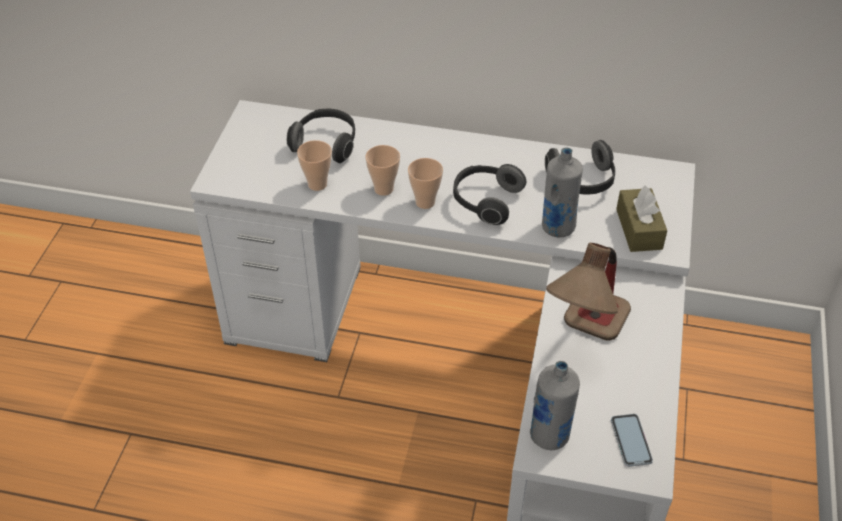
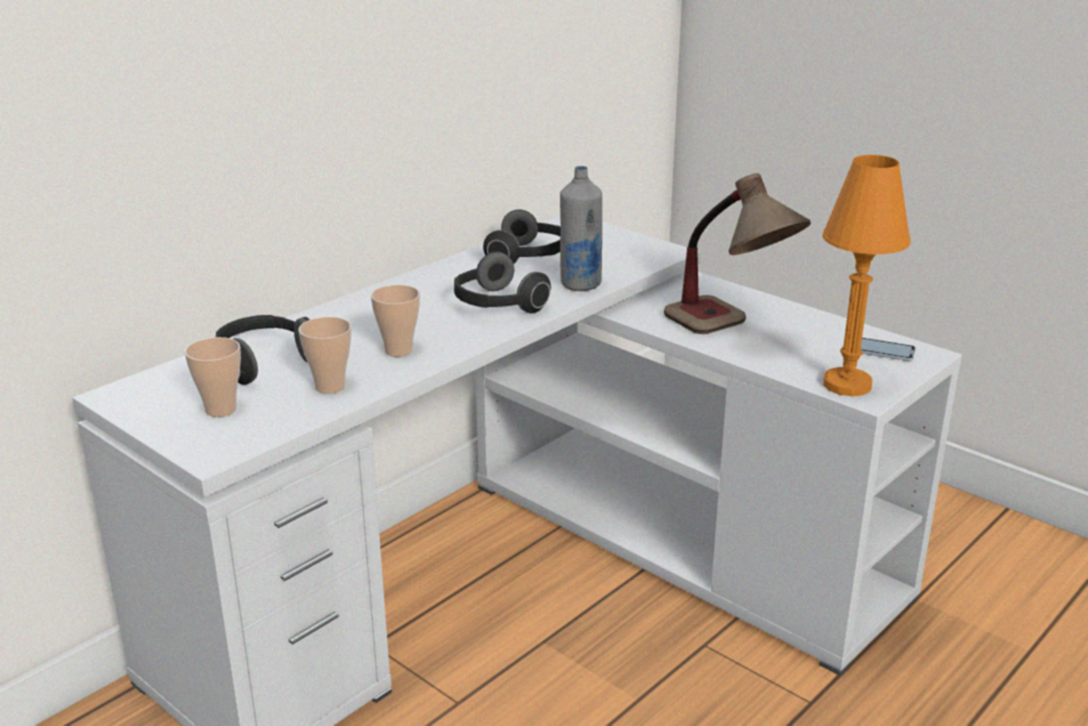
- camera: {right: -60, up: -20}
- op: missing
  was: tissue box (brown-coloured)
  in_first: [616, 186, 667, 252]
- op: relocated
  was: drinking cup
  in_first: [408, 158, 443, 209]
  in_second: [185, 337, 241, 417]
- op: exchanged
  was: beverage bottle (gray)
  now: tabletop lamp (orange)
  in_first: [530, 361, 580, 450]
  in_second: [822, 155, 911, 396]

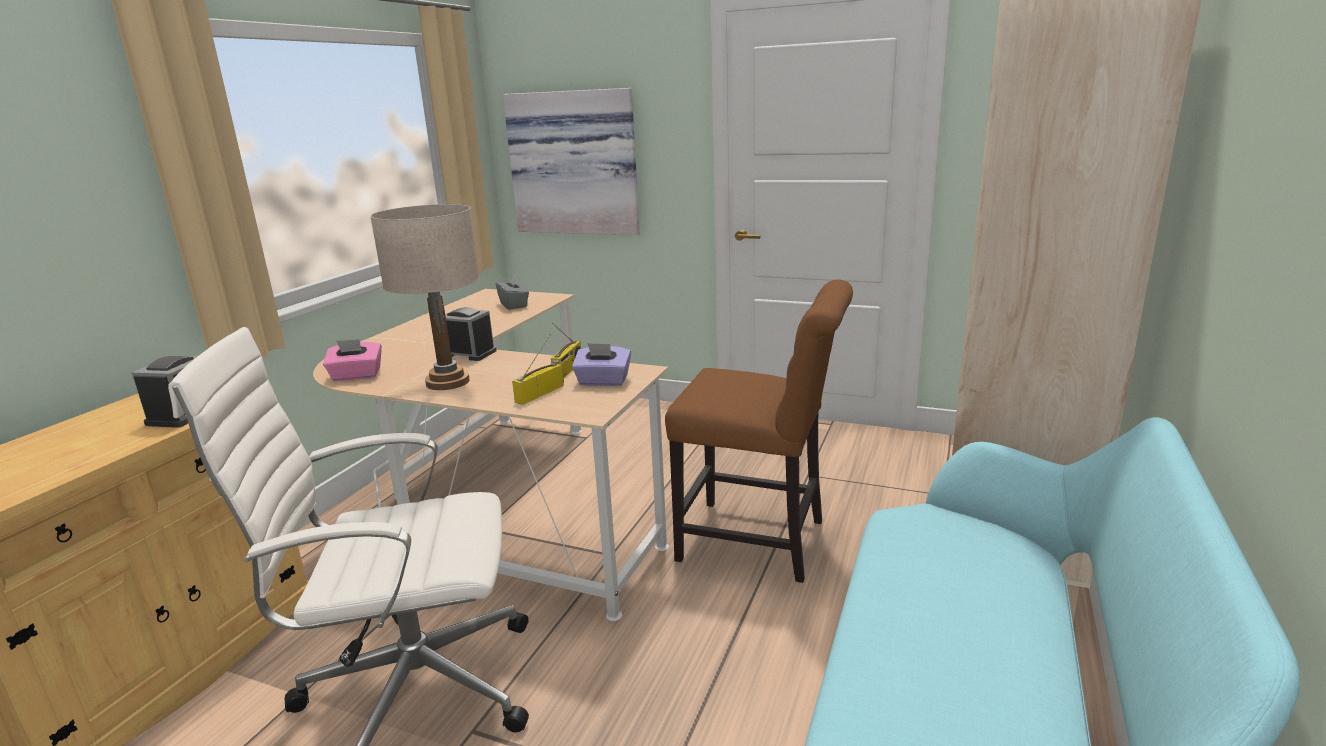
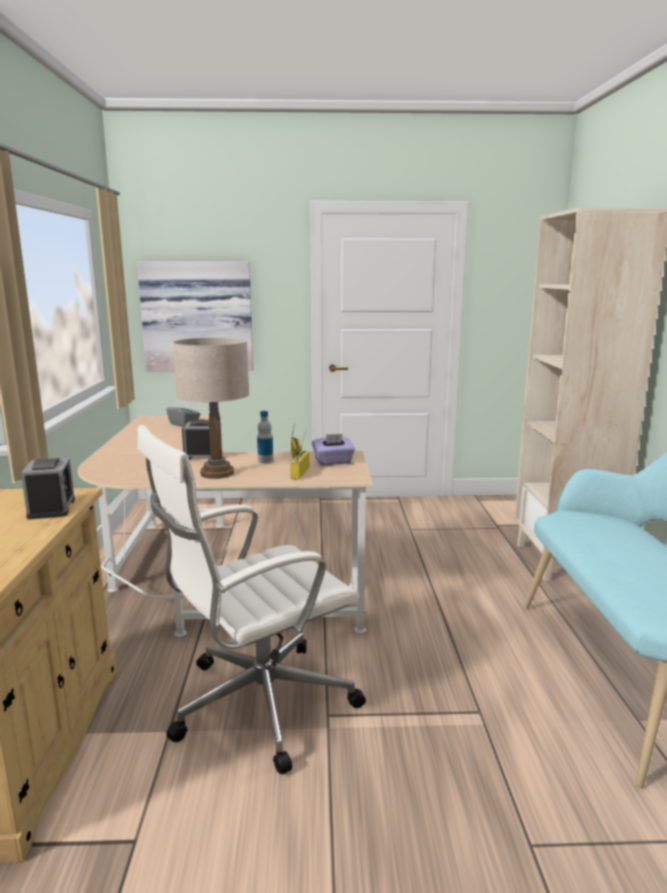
- camera: {right: -25, up: -5}
- op: missing
  was: tissue box (pinkish)
  in_first: [323, 339, 382, 381]
- op: missing
  was: chair (brown-coloured)
  in_first: [665, 279, 853, 583]
- op: appeared
  now: beverage bottle
  in_second: [257, 411, 273, 463]

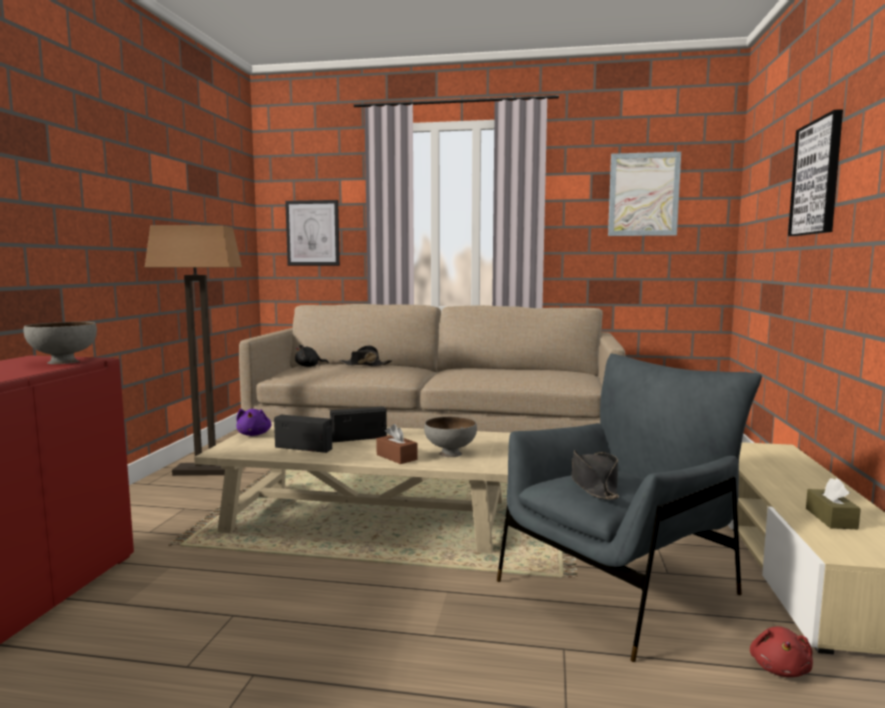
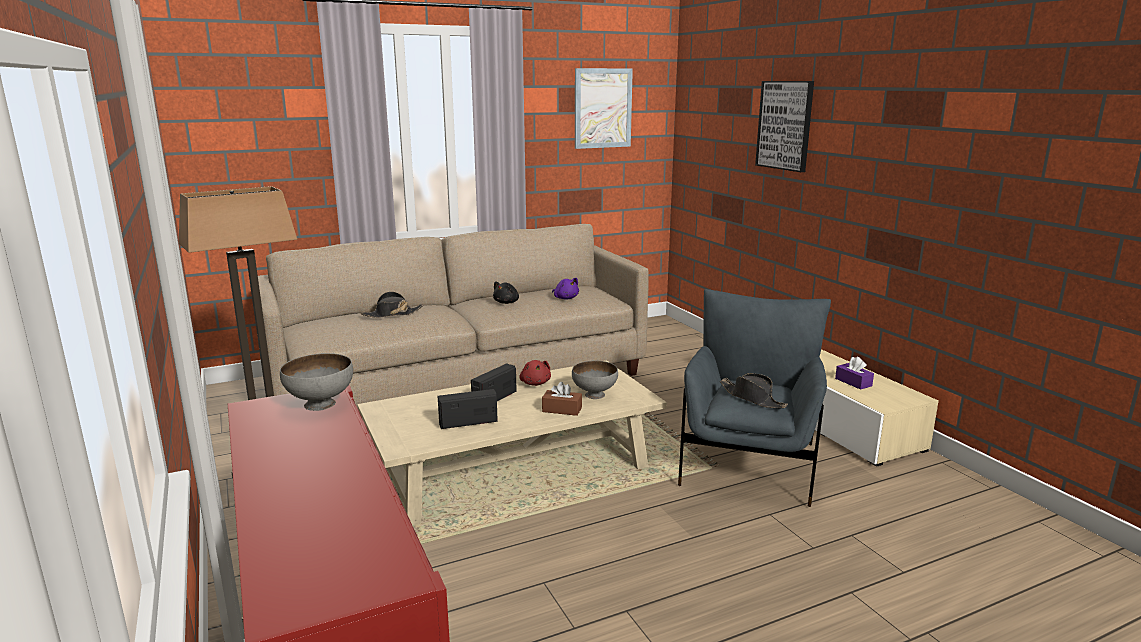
- camera: {right: -35, up: 10}
- op: missing
  was: wall picture
  in_first: [285, 200, 340, 266]
- op: relocated
  was: cuddly toy (purplish)
  in_first: [236, 409, 271, 436]
  in_second: [552, 278, 579, 300]
- op: relocated
  was: cuddly toy (black-coloured)
  in_first: [295, 345, 329, 367]
  in_second: [493, 281, 519, 304]
- op: relocated
  was: cuddly toy (red)
  in_first: [750, 626, 813, 677]
  in_second: [520, 360, 551, 386]
- op: colour
  was: tissue box (brown-coloured)
  now: tissue box (purplish)
  in_first: [806, 478, 861, 529]
  in_second: [835, 356, 874, 390]

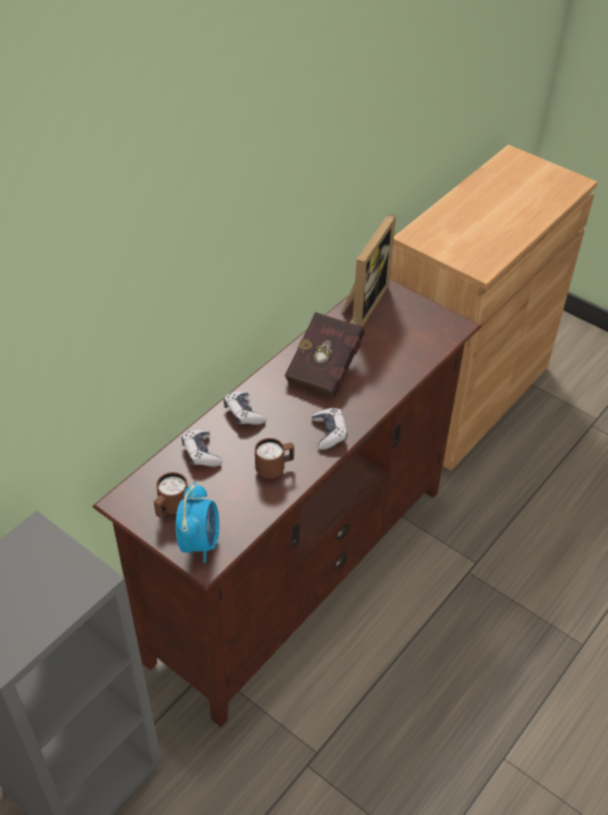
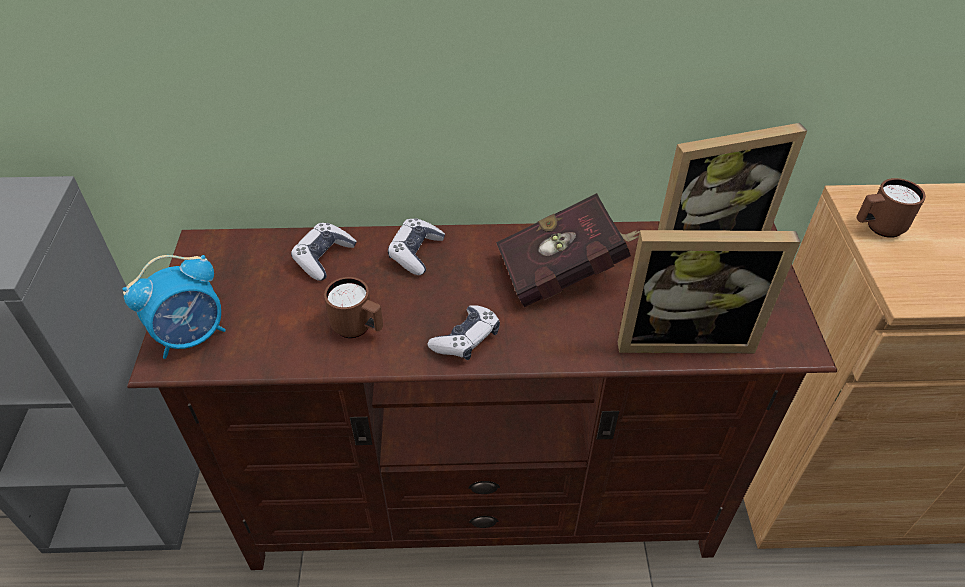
- camera: {right: 50, up: 0}
- op: appeared
  now: standing frame
  in_second: [618, 230, 801, 353]
- op: relocated
  was: mug (brown-coloured)
  in_first: [154, 472, 188, 518]
  in_second: [857, 178, 926, 238]

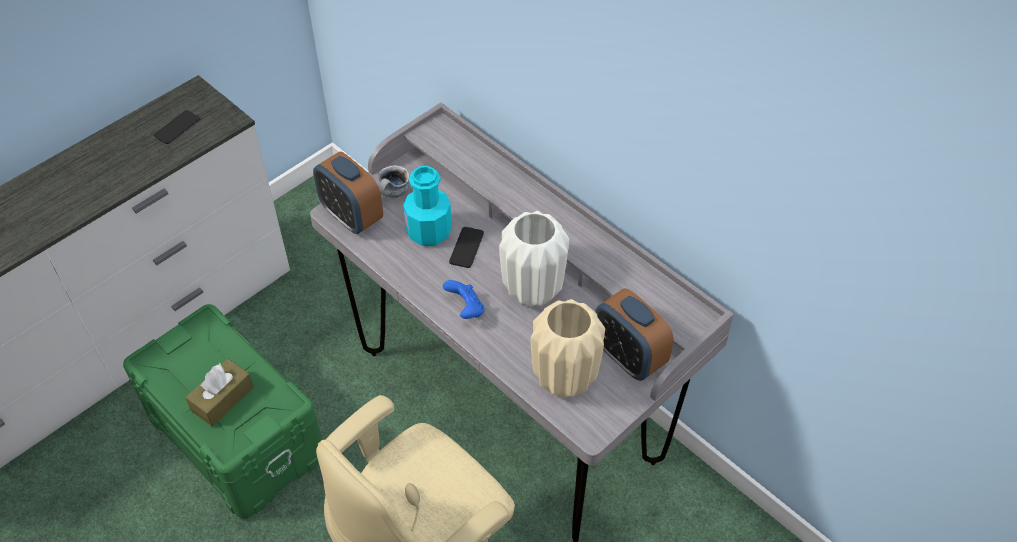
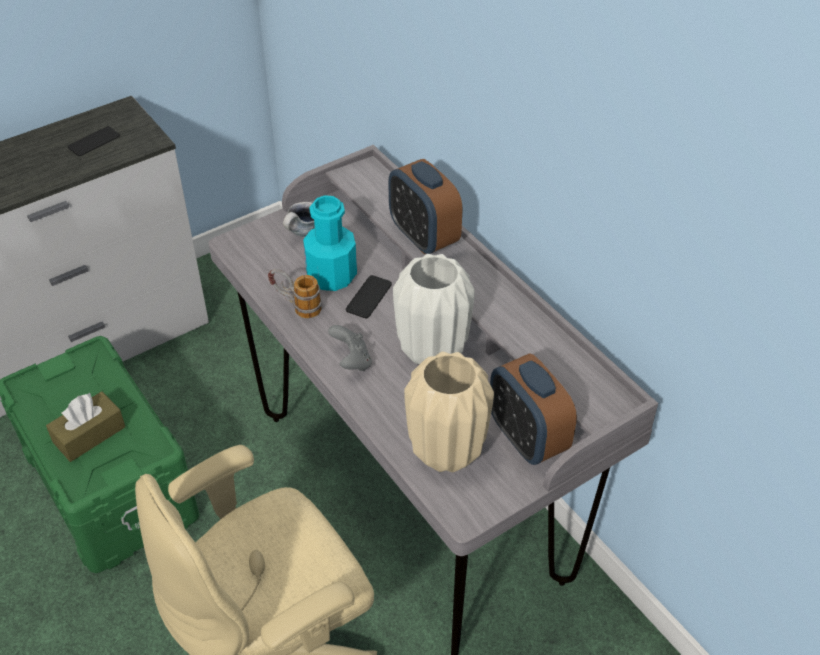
- camera: {right: 10, up: -5}
- op: appeared
  now: mug
  in_second: [268, 269, 322, 318]
- op: relocated
  was: bedside clock
  in_first: [313, 152, 383, 234]
  in_second: [388, 159, 462, 255]
- op: colour
  was: gamepad (blue-coloured)
  now: gamepad (gray)
  in_first: [443, 280, 485, 319]
  in_second: [328, 325, 372, 371]

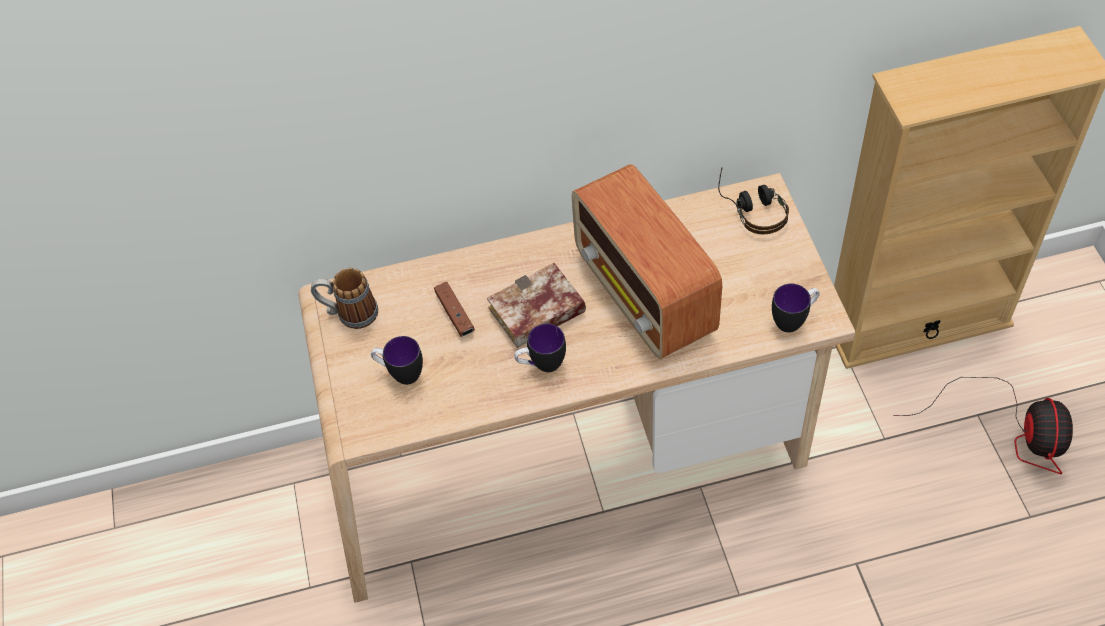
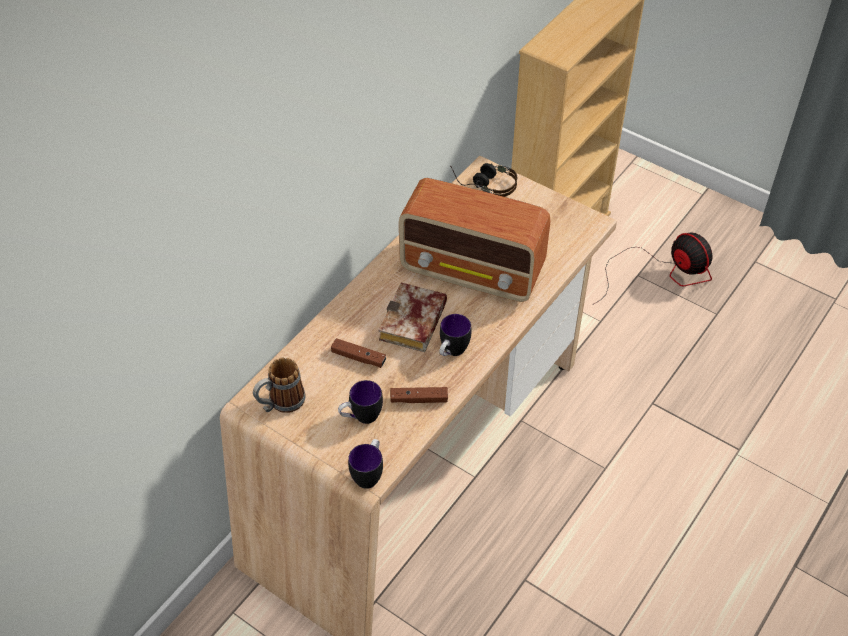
- camera: {right: -45, up: -5}
- op: appeared
  now: gamepad (brown-coloured)
  in_second: [390, 387, 448, 403]
- op: relocated
  was: mug
  in_first: [772, 284, 820, 333]
  in_second: [348, 439, 383, 489]

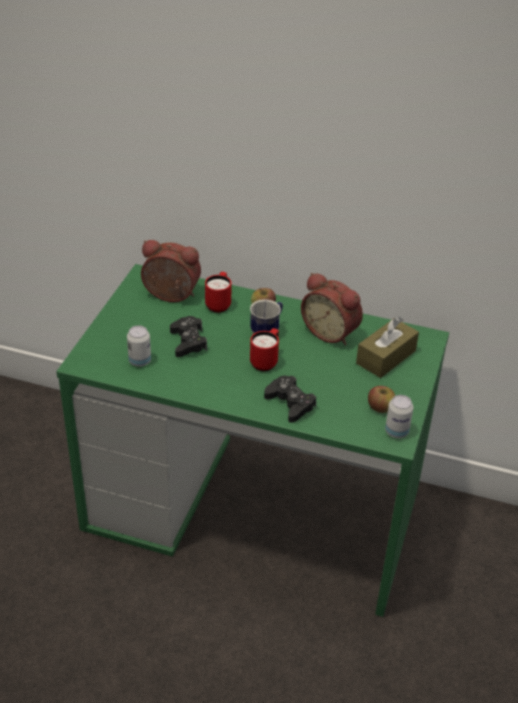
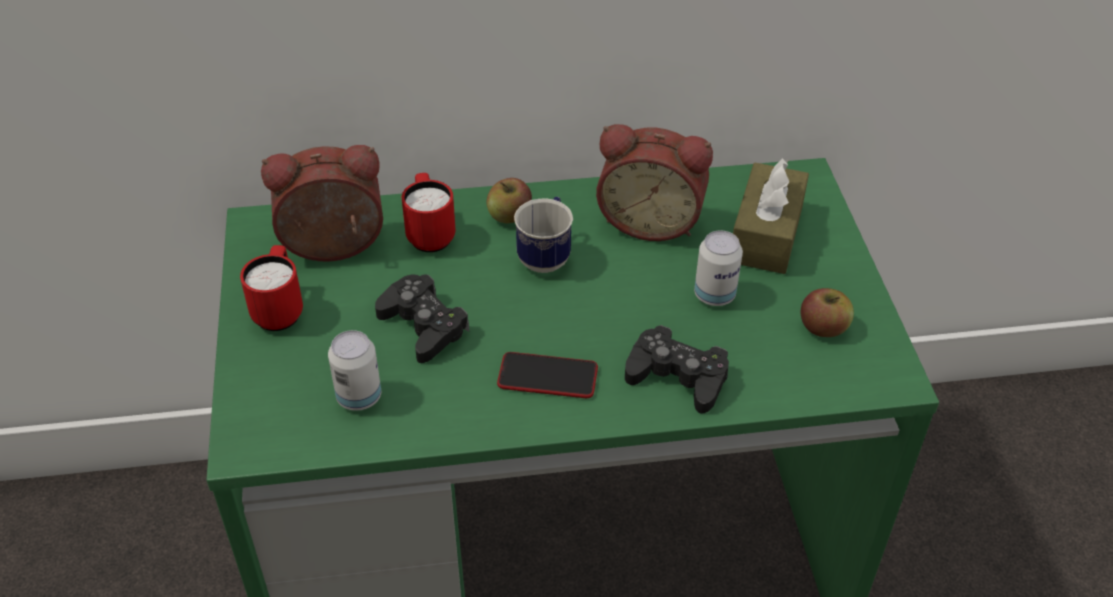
- camera: {right: -25, up: 5}
- op: appeared
  now: telephone
  in_second: [497, 352, 598, 398]
- op: relocated
  was: mug (red)
  in_first: [250, 328, 279, 371]
  in_second: [240, 245, 303, 331]
- op: relocated
  was: can
  in_first: [385, 395, 413, 438]
  in_second: [694, 230, 743, 306]

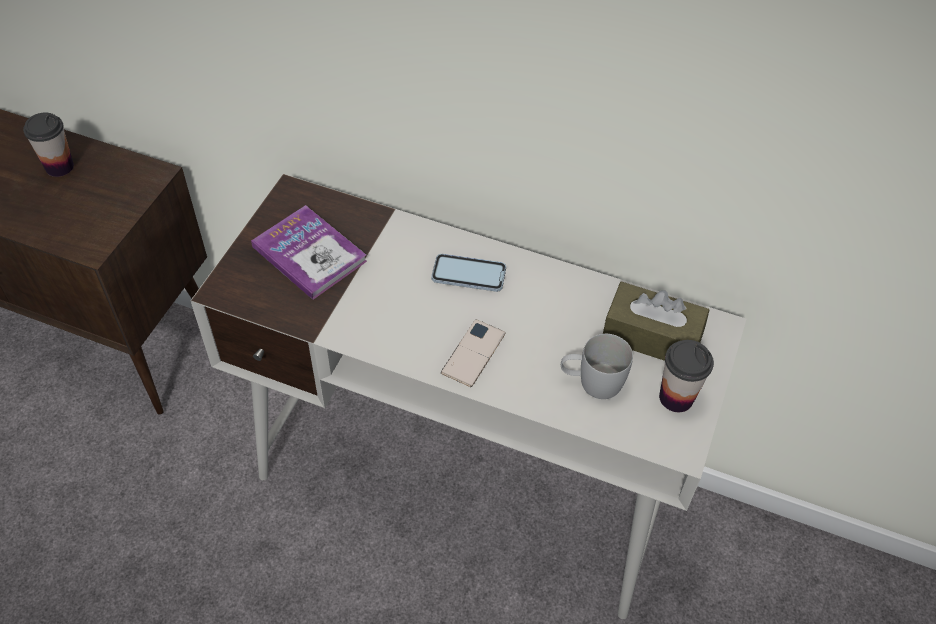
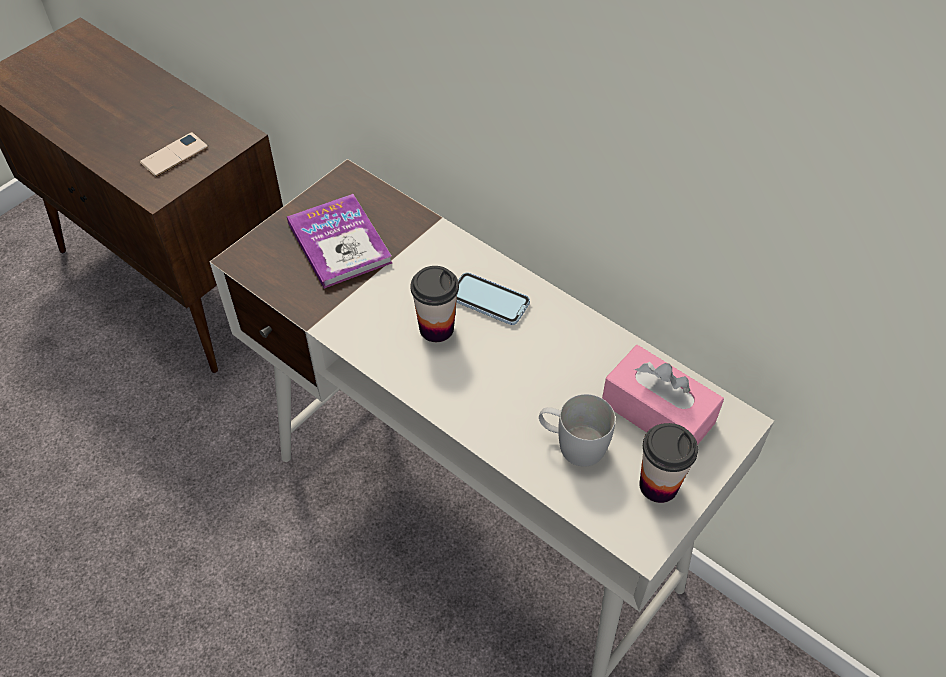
- camera: {right: 20, up: 0}
- op: relocated
  was: drinking cup
  in_first: [23, 112, 74, 177]
  in_second: [411, 266, 459, 342]
- op: relocated
  was: telephone
  in_first: [441, 319, 505, 387]
  in_second: [139, 132, 208, 177]
- op: colour
  was: tissue box (brown-coloured)
  now: tissue box (pinkish)
  in_first: [603, 281, 709, 361]
  in_second: [602, 345, 724, 444]

